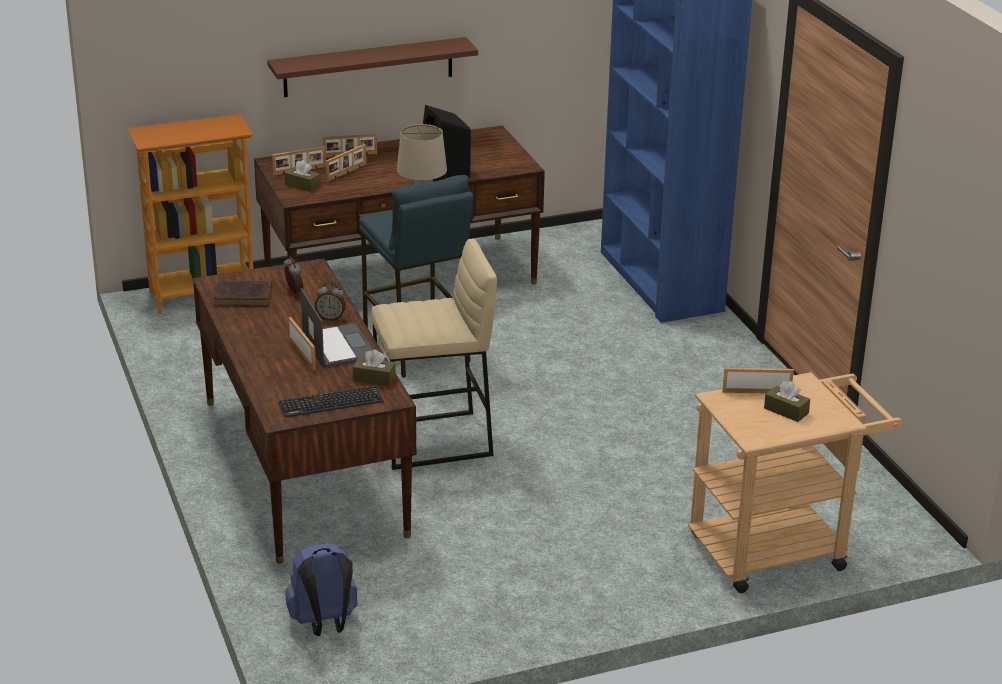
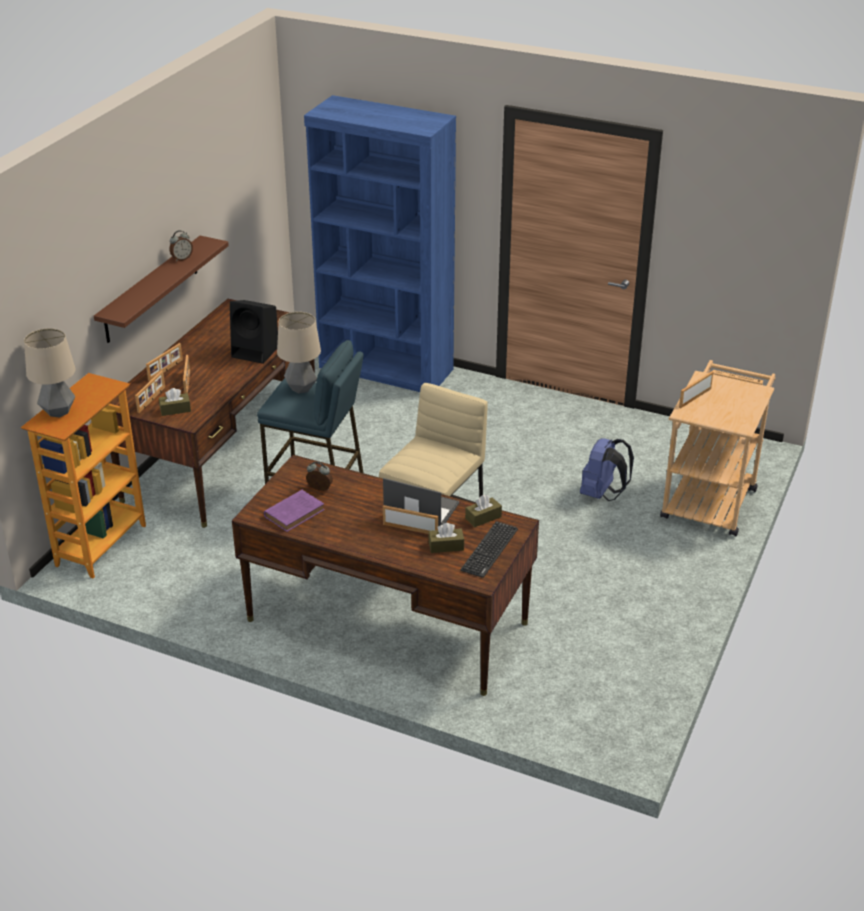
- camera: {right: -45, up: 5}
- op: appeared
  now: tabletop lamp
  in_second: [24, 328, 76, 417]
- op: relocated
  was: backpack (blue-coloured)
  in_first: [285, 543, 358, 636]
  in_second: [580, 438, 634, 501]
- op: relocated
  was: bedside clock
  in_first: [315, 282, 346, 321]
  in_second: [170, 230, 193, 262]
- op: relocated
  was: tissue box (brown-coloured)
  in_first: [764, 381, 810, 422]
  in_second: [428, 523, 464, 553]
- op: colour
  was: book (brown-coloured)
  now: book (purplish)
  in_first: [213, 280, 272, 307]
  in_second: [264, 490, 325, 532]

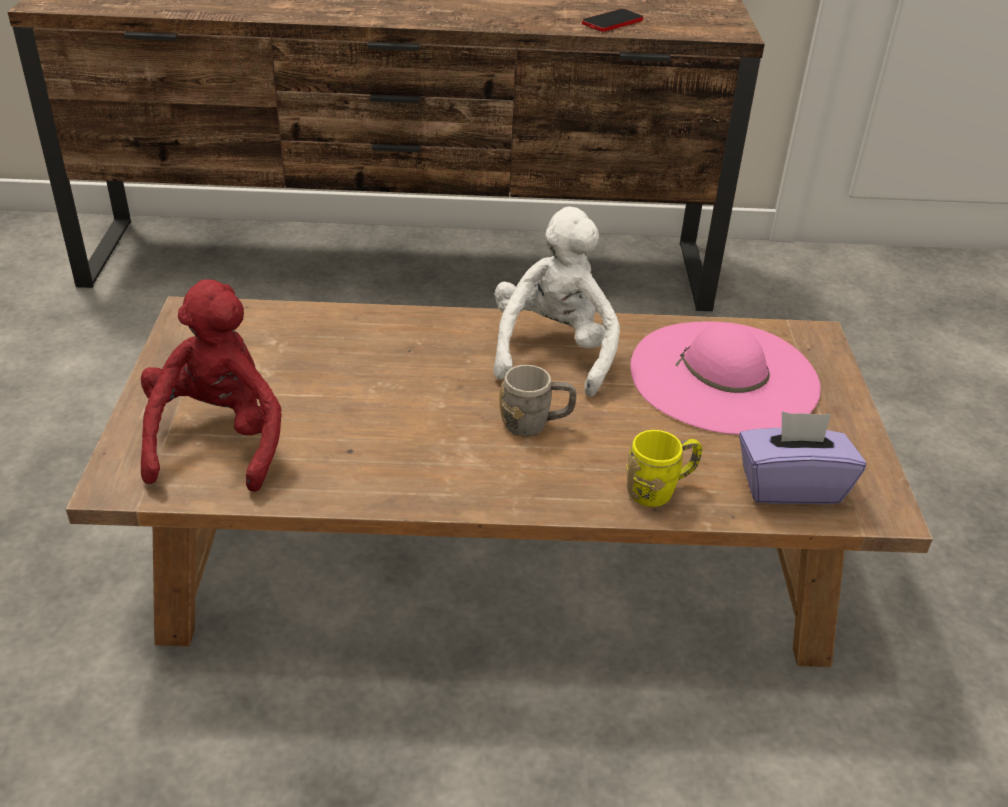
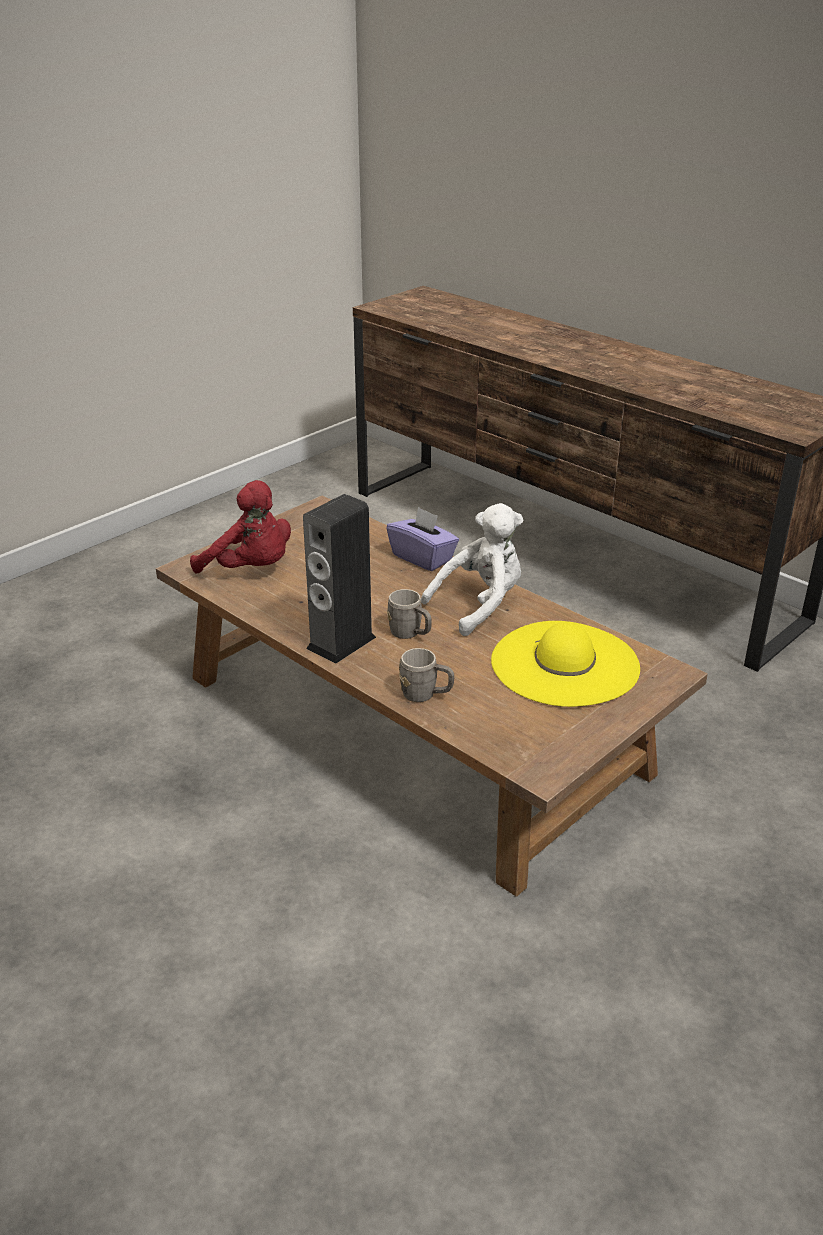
- camera: {right: 45, up: -5}
- op: missing
  was: telephone
  in_first: [582, 9, 643, 32]
- op: appeared
  now: speaker
  in_second: [303, 494, 376, 664]
- op: relocated
  was: tissue box (purplish)
  in_first: [739, 411, 866, 504]
  in_second: [386, 507, 459, 571]
- op: colour
  was: mug (yellow)
  now: mug (gray)
  in_first: [627, 430, 703, 507]
  in_second: [399, 648, 454, 702]
- op: colour
  was: wearable hat (pinkish)
  now: wearable hat (yellow)
  in_first: [631, 321, 821, 434]
  in_second: [491, 621, 640, 707]
- op: spun
  was: cuddly toy (red)
  in_first: [141, 280, 282, 492]
  in_second: [190, 480, 291, 573]
  clockwise: 75

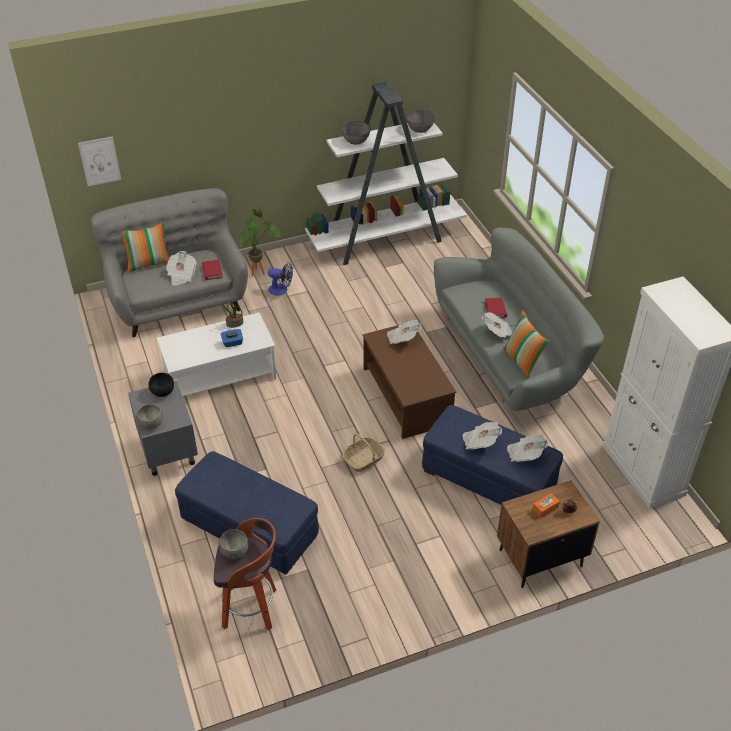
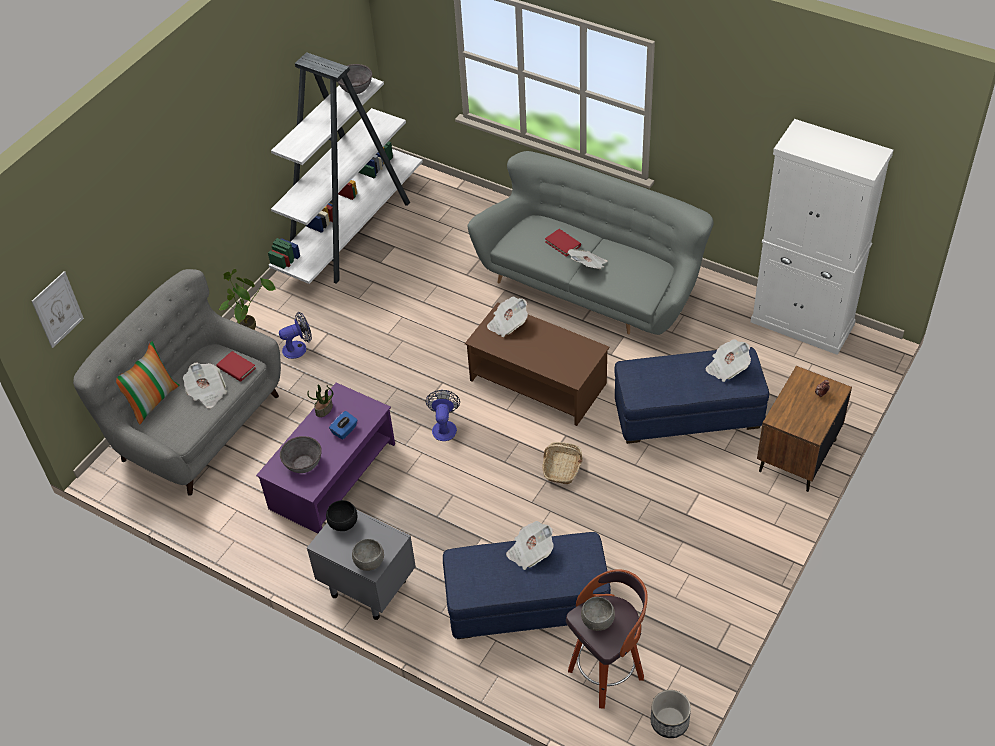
- camera: {right: -35, up: 5}
- op: missing
  was: throw pillow
  in_first: [503, 310, 549, 379]
- op: missing
  was: tissue box (orange)
  in_first: [532, 493, 560, 518]
- op: appeared
  now: electric fan
  in_second: [426, 390, 460, 441]
- op: appeared
  now: flower pot
  in_second: [651, 690, 691, 738]
- op: relocated
  was: deep dish (gray)
  in_first: [341, 121, 371, 145]
  in_second: [280, 436, 322, 473]
- op: relocated
  was: printed paper
  in_first: [462, 422, 502, 449]
  in_second: [506, 521, 554, 570]
- op: colour
  was: coffee table (white)
  now: coffee table (purplish)
  in_first: [157, 312, 276, 397]
  in_second: [256, 383, 395, 534]

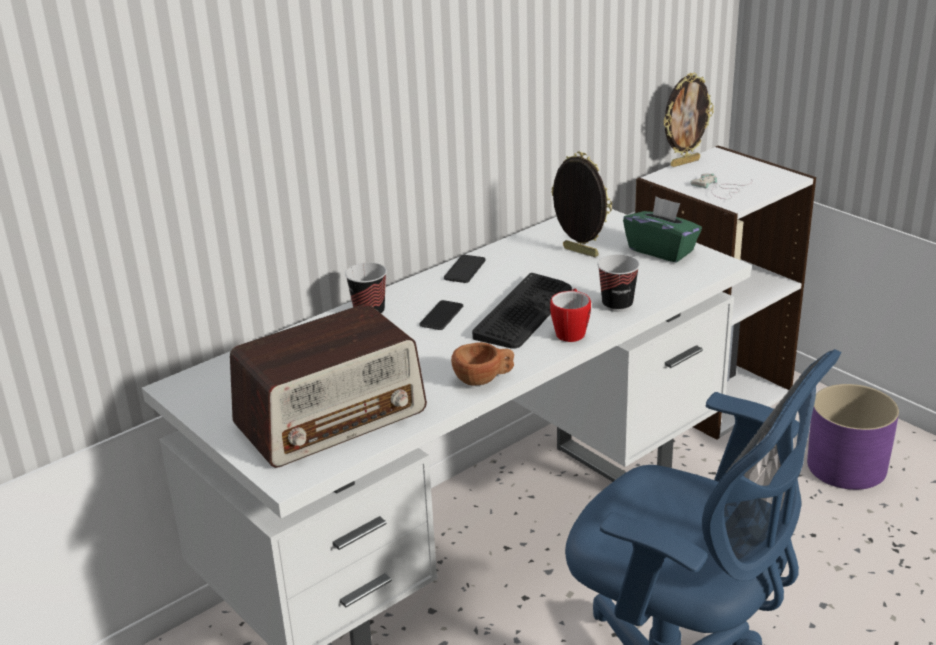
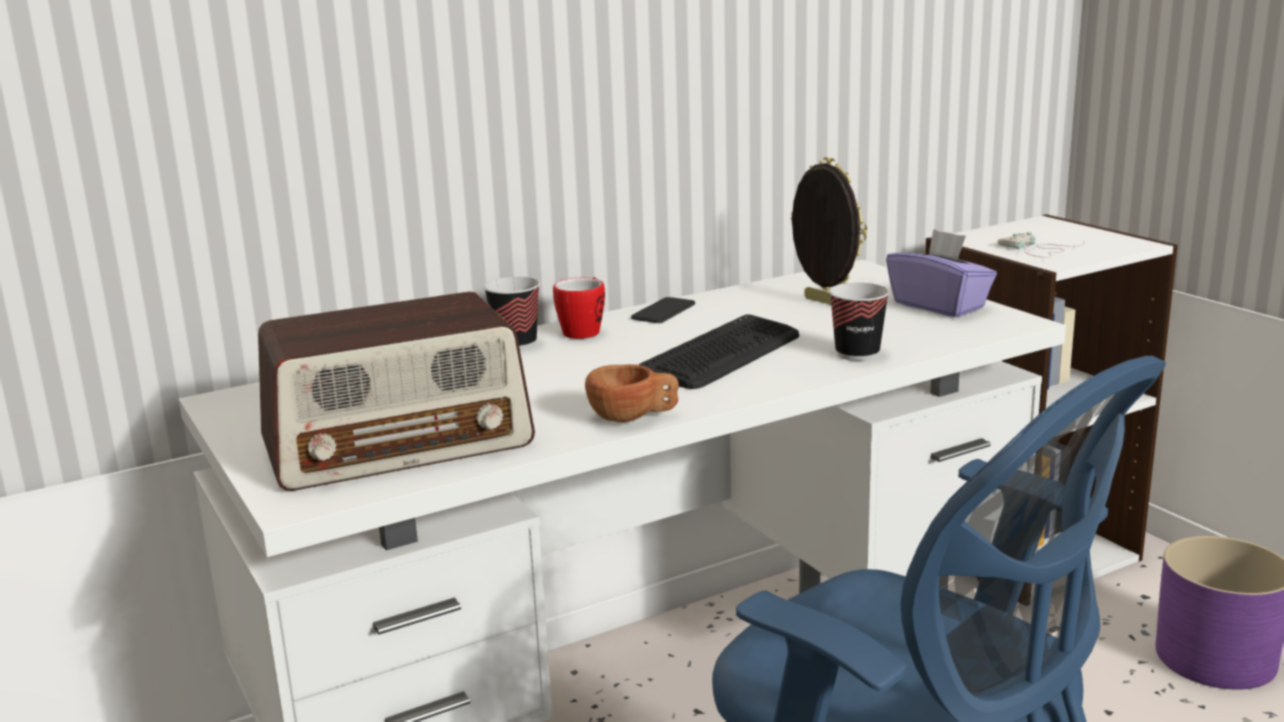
- camera: {right: 10, up: -10}
- op: missing
  was: telephone
  in_first: [419, 300, 463, 330]
- op: missing
  was: standing frame
  in_first: [663, 73, 714, 167]
- op: relocated
  was: mug
  in_first: [550, 288, 591, 342]
  in_second: [553, 277, 605, 339]
- op: colour
  was: tissue box (green)
  now: tissue box (purplish)
  in_first: [623, 196, 702, 263]
  in_second: [886, 229, 997, 317]

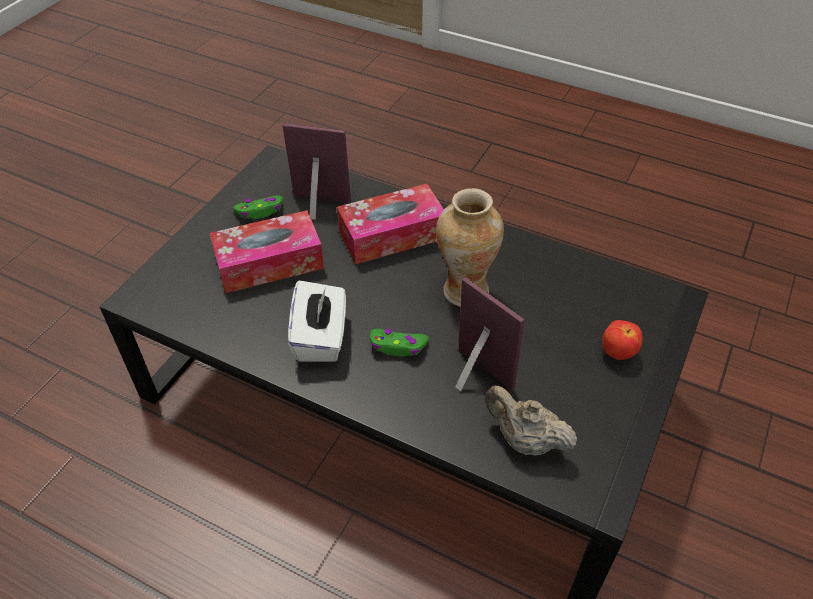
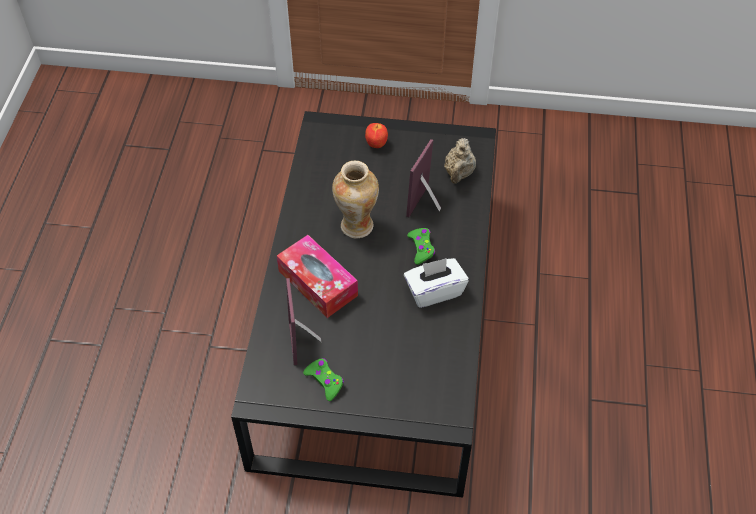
- camera: {right: -110, up: 5}
- op: missing
  was: tissue box
  in_first: [209, 210, 324, 293]

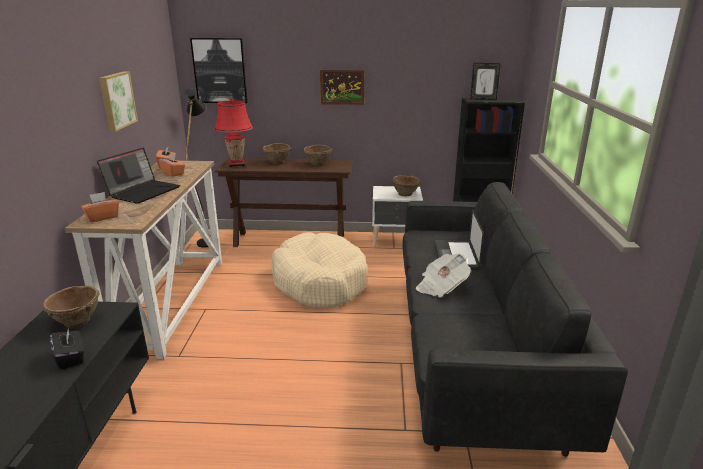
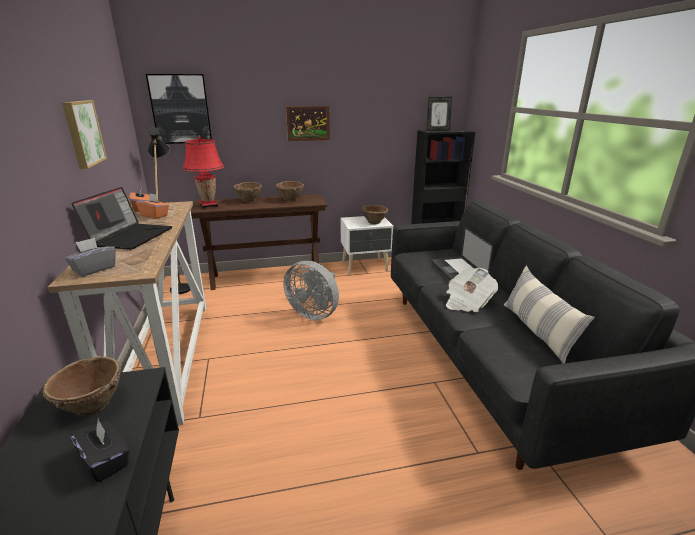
- camera: {right: -15, up: 0}
- op: appeared
  now: throw pillow
  in_second: [504, 265, 595, 364]
- op: exchanged
  was: dog bed (beige)
  now: electric fan (gray)
  in_first: [272, 232, 367, 307]
  in_second: [284, 261, 339, 320]
- op: colour
  was: tissue box (orange)
  now: tissue box (gray)
  in_first: [81, 192, 119, 222]
  in_second: [65, 237, 116, 276]

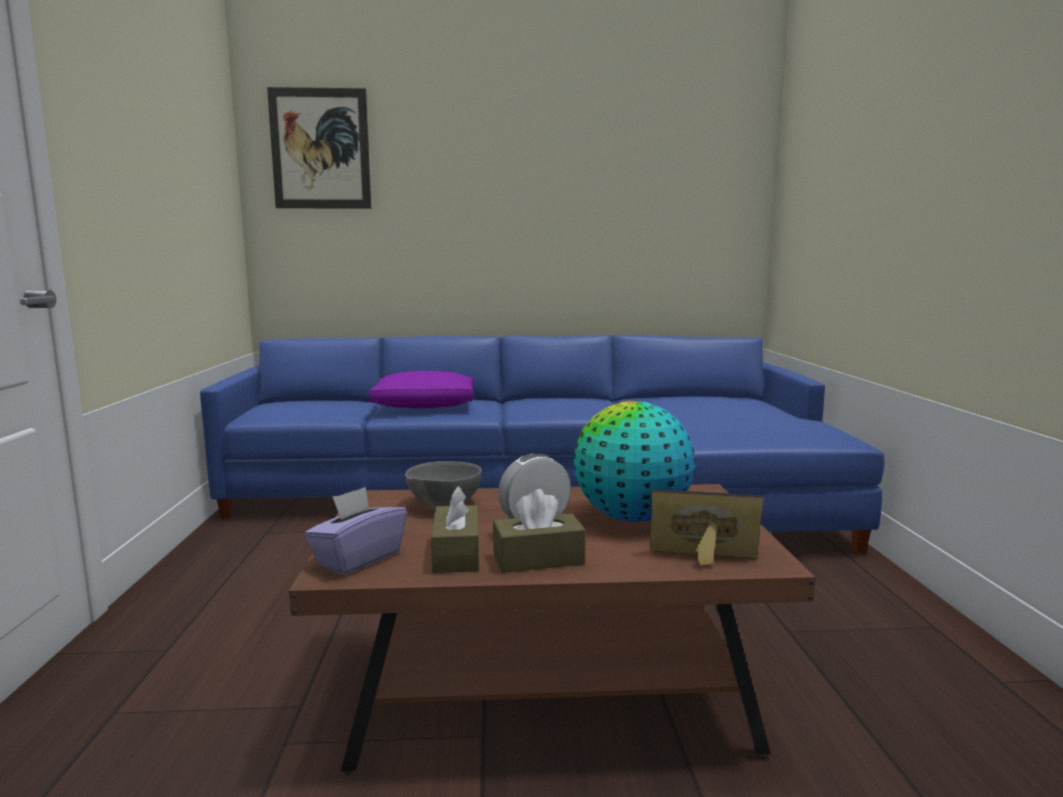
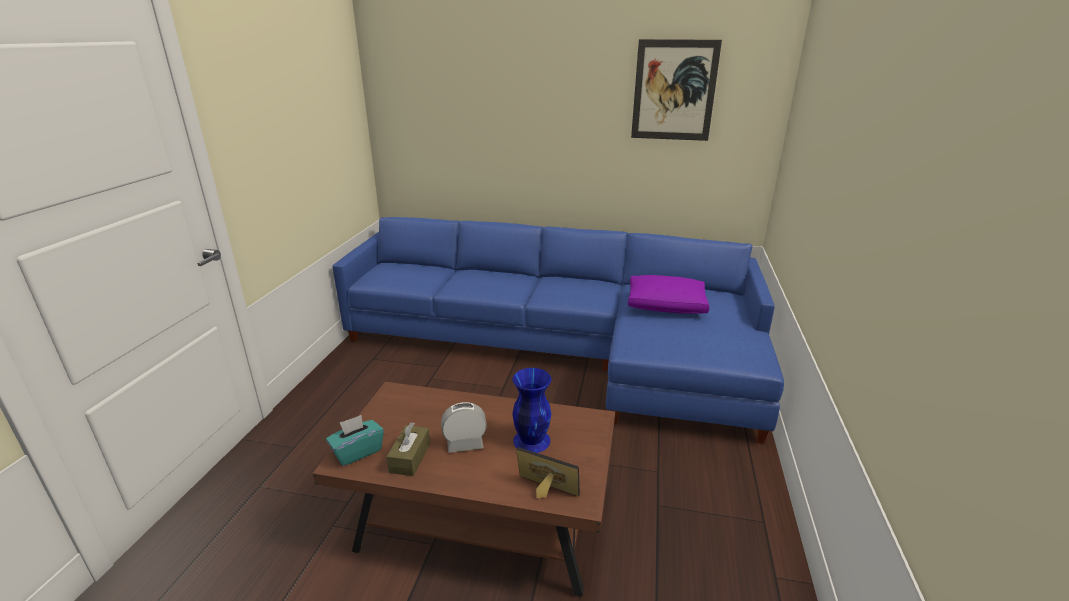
- camera: {right: 15, up: 15}
- op: missing
  was: deep dish (gray)
  in_first: [405, 461, 482, 506]
- op: missing
  was: tissue box (brown-coloured)
  in_first: [493, 489, 586, 573]
- op: relocated
  was: wall picture
  in_first: [267, 87, 371, 209]
  in_second: [631, 39, 722, 141]
- op: relocated
  was: throw pillow (purplish)
  in_first: [369, 371, 474, 409]
  in_second: [628, 275, 710, 313]
- op: exchanged
  was: desk globe
  now: decorative vase (blue-coloured)
  in_first: [574, 401, 696, 522]
  in_second: [512, 368, 551, 453]
- op: colour
  was: tissue box (purplish)
  now: tissue box (turquoise-coloured)
  in_first: [304, 487, 407, 575]
  in_second: [326, 415, 384, 466]

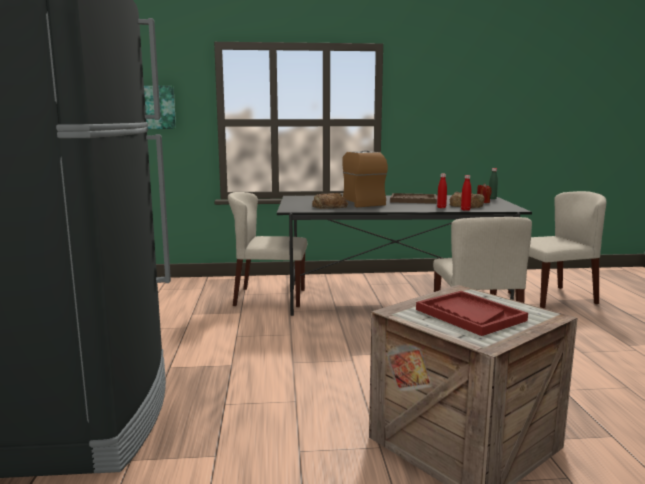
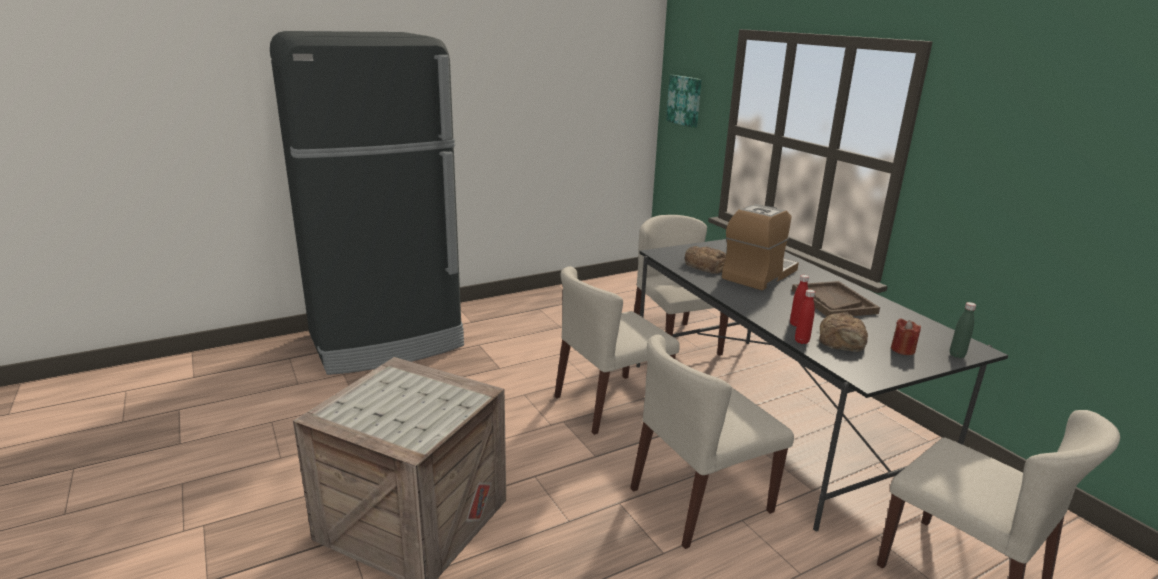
- camera: {right: 65, up: 10}
- op: missing
  was: tray (red)
  in_first: [416, 291, 528, 336]
- op: appeared
  now: chair (beige)
  in_second: [554, 266, 680, 435]

